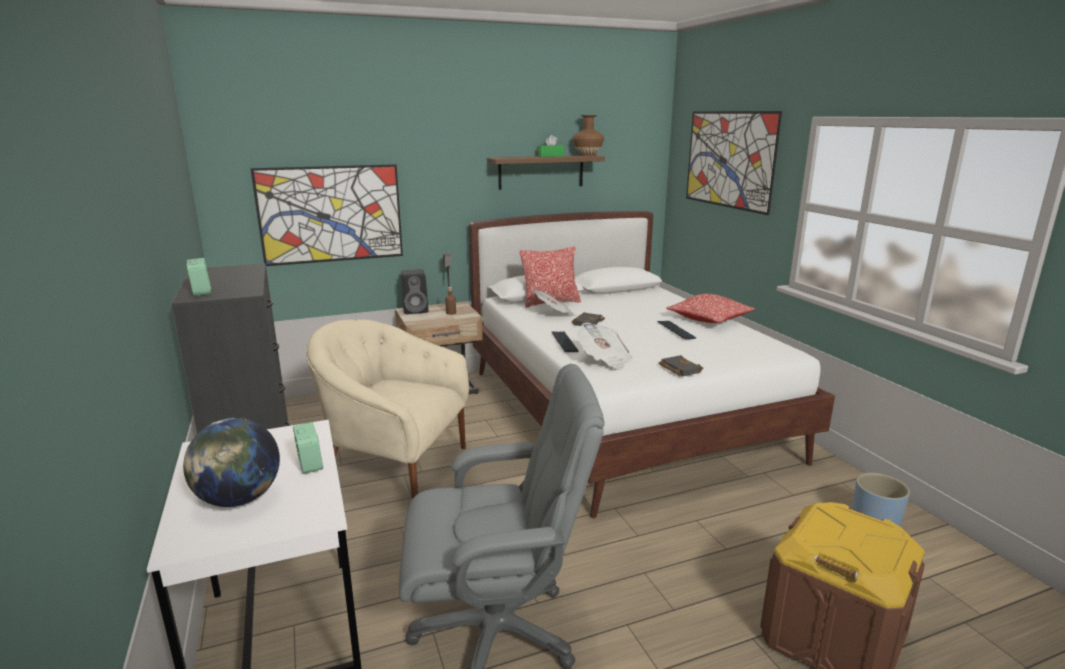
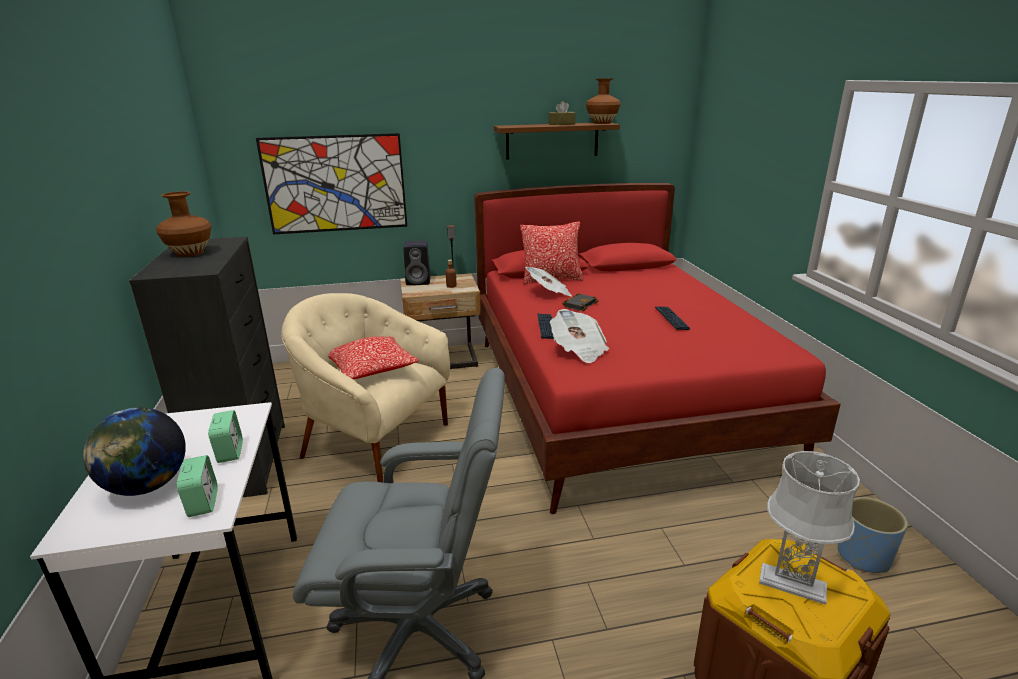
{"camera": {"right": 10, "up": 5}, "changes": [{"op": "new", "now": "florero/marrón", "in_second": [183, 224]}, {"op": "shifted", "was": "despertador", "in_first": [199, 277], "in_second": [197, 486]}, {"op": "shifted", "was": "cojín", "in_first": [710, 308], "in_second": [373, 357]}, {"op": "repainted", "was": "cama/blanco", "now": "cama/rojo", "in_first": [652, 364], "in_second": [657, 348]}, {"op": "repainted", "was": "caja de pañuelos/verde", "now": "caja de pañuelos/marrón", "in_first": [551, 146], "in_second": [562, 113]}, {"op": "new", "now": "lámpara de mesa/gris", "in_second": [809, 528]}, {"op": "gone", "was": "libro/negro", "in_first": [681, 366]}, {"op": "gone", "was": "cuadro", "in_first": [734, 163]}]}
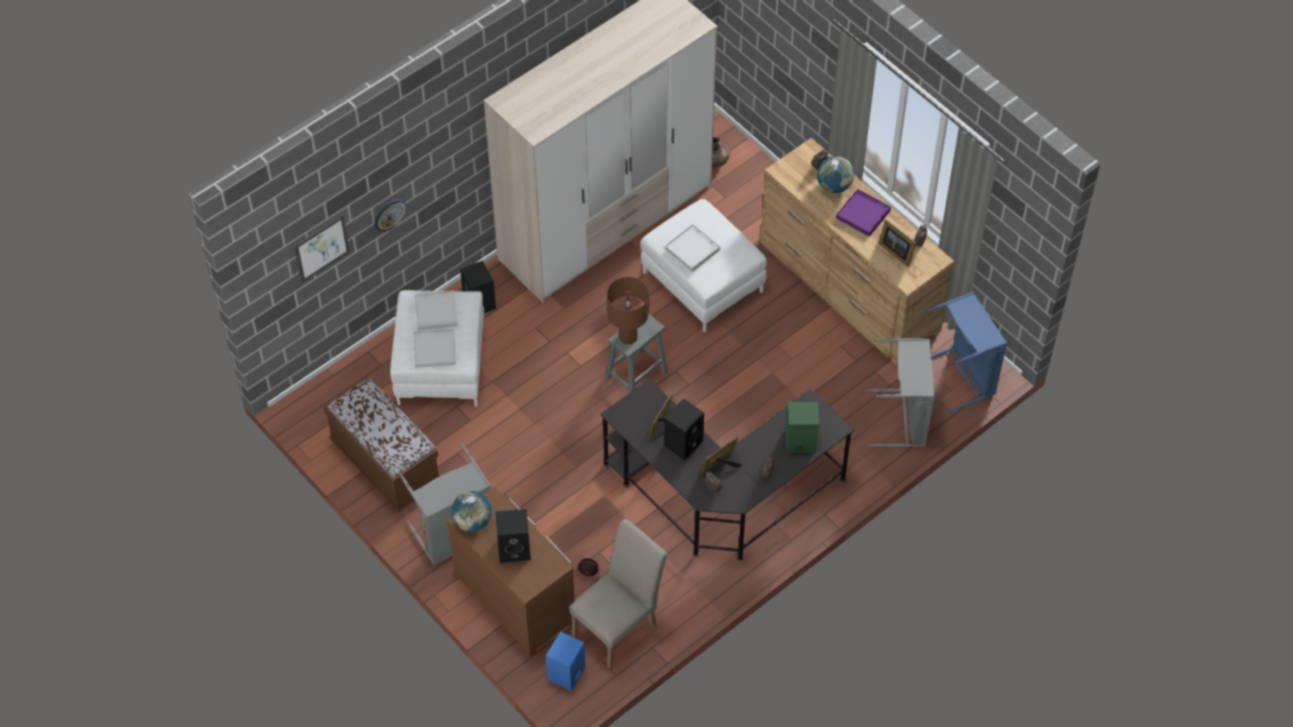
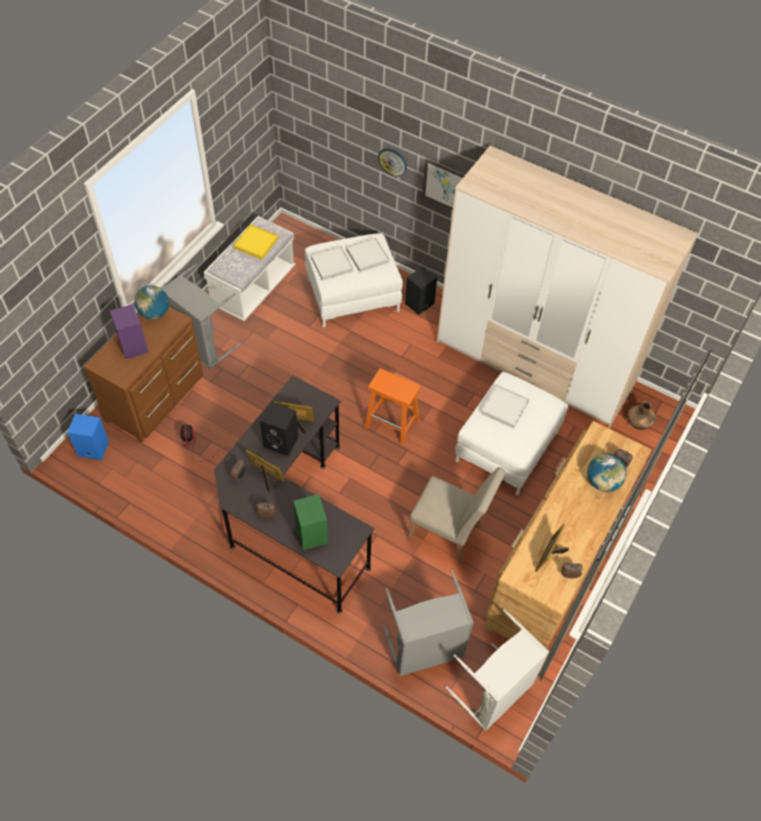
{"camera": {"right": 70, "up": 0}, "changes": [{"op": "repainted", "was": "altavoz/negro", "now": "altavoz/morado", "in_first": [513, 536], "in_second": [129, 331]}, {"op": "repainted", "was": "banco/marrón", "now": "banco/blanco", "in_first": [381, 444], "in_second": [250, 268]}, {"op": "new", "now": "bandeja/amarillo", "in_second": [255, 242]}, {"op": "repainted", "was": "taburete/gris", "now": "taburete/naranja", "in_first": [636, 353], "in_second": [393, 406]}, {"op": "shifted", "was": "silla/beis", "in_first": [618, 594], "in_second": [457, 515]}, {"op": "shifted", "was": "cuadro", "in_first": [322, 249], "in_second": [443, 184]}, {"op": "repainted", "was": "cesto de la ropa/azul", "now": "cesto de la ropa/gris", "in_first": [965, 352], "in_second": [497, 670]}, {"op": "gone", "was": "lámpara de mesa/marrón", "in_first": [628, 311]}, {"op": "gone", "was": "bandeja/morado", "in_first": [863, 213]}]}
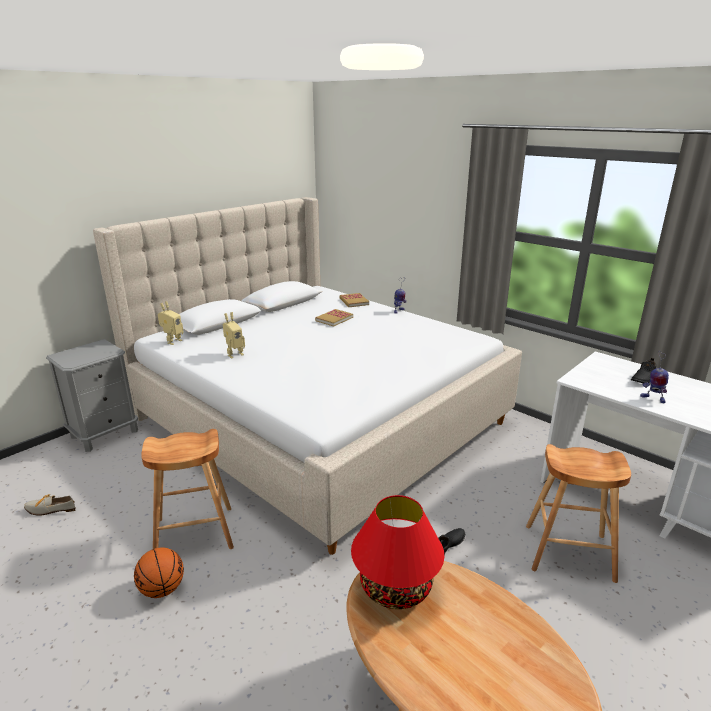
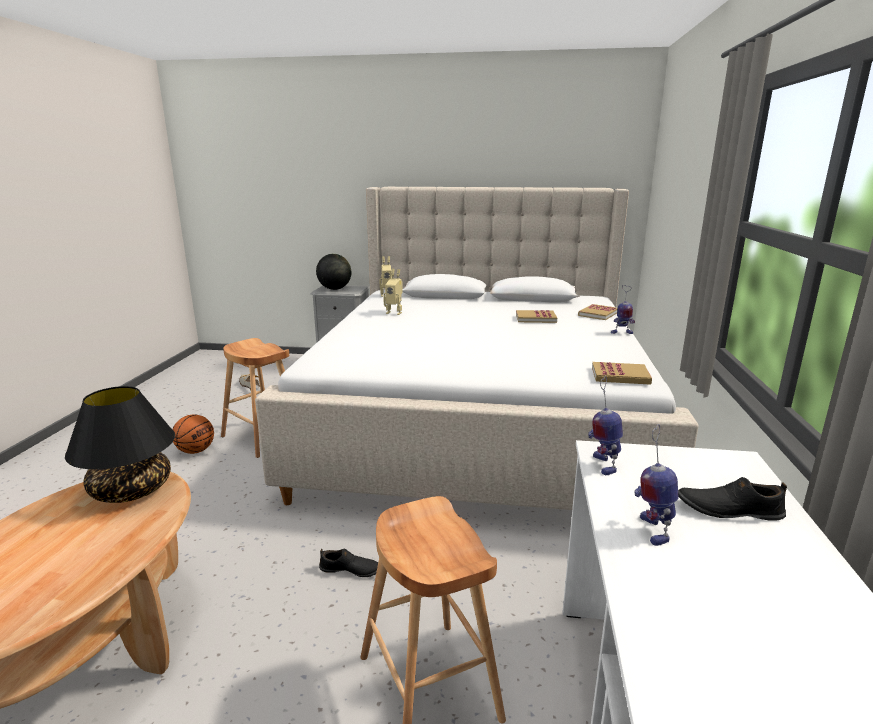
{"camera": {"right": 55, "up": -5}, "changes": [{"op": "repainted", "was": "lámpara de mesa/rojo", "now": "lámpara de mesa/negro", "in_first": [397, 552], "in_second": [120, 444]}, {"op": "new", "now": "globo terráqueo", "in_second": [333, 272]}, {"op": "new", "now": "robot de juguete", "in_second": [605, 425]}, {"op": "new", "now": "libro", "in_second": [622, 373]}]}
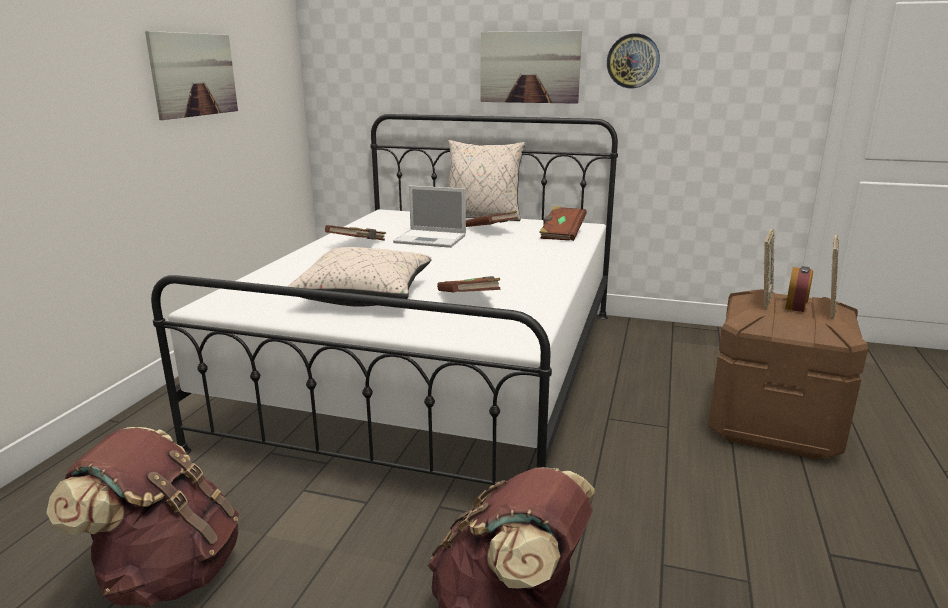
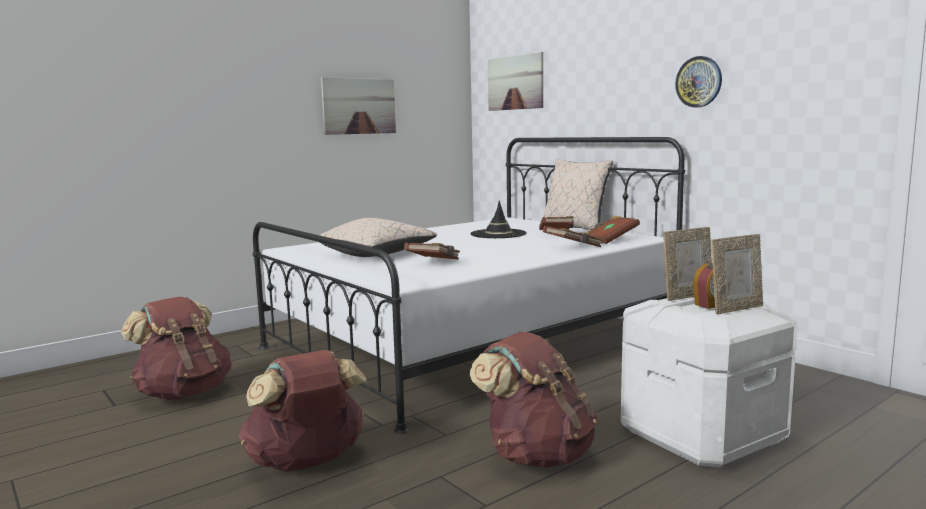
{"camera": {"right": 35, "up": -10}, "changes": [{"op": "new", "now": "mochila/marrón", "in_second": [533, 400]}, {"op": "swapped", "was": "portátil", "now": "sombrero/negro", "in_first": [429, 217], "in_second": [498, 219]}, {"op": "shifted", "was": "cuadro", "in_first": [531, 67], "in_second": [515, 81]}, {"op": "shifted", "was": "libro/marrón", "in_first": [355, 233], "in_second": [573, 236]}, {"op": "repainted", "was": "caja de almacenaje/marrón", "now": "caja de almacenaje/blanco", "in_first": [788, 374], "in_second": [709, 382]}]}
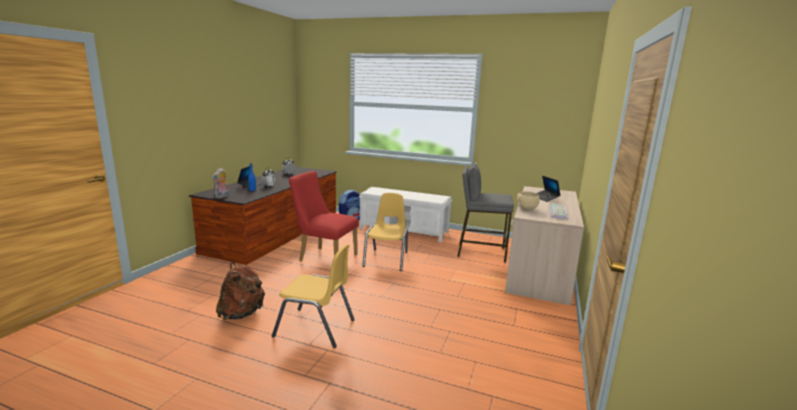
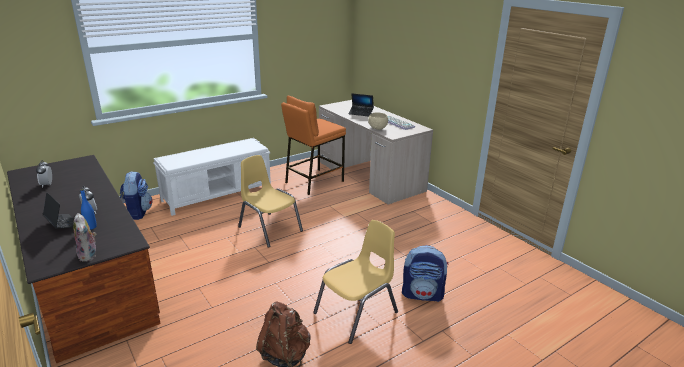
{"camera": {"right": -55, "up": 10}, "changes": [{"op": "repainted", "was": "taburete/gris", "now": "taburete/naranja", "in_first": [485, 212], "in_second": [313, 145]}, {"op": "new", "now": "mochila", "in_second": [425, 273]}, {"op": "gone", "was": "silla/rojo", "in_first": [324, 216]}]}
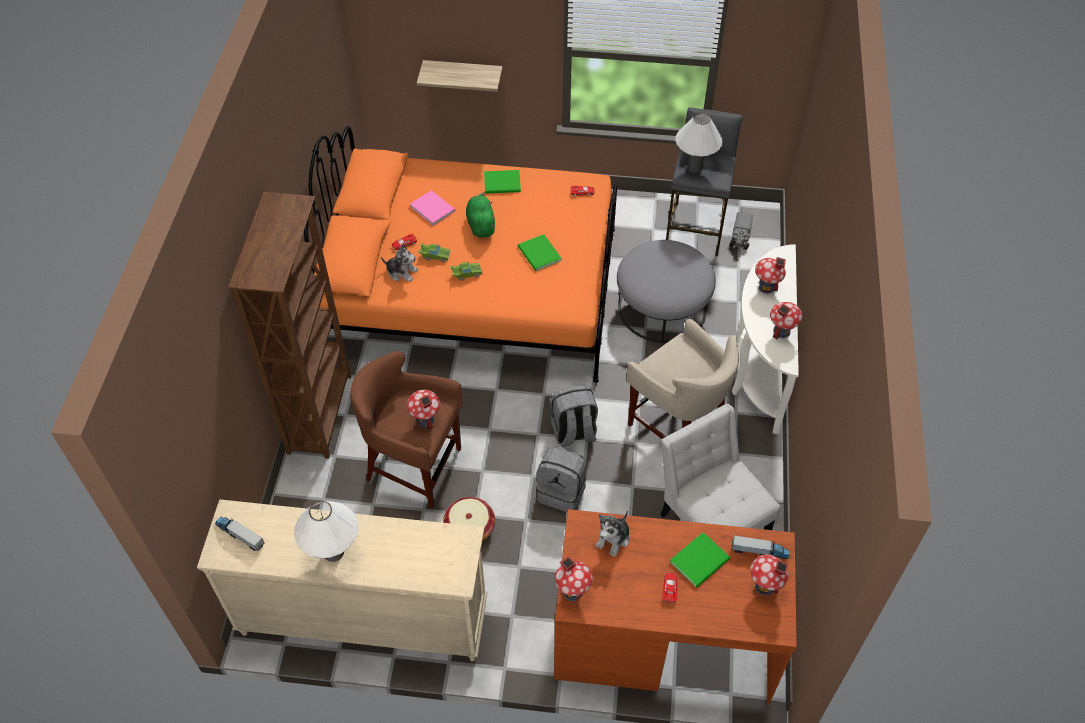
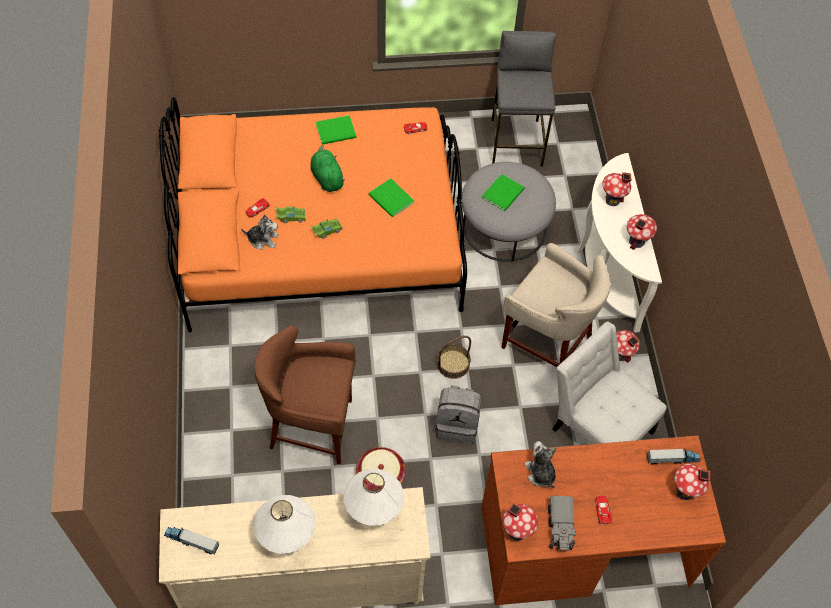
{"camera": {"right": -15, "up": 5}, "changes": [{"op": "shifted", "was": "lámpara de mesa/blanco", "in_first": [699, 143], "in_second": [374, 497]}, {"op": "swapped", "was": "mochila/gris", "now": "cesta", "in_first": [574, 416], "in_second": [454, 357]}, {"op": "shifted", "was": "libro/verde", "in_first": [700, 559], "in_second": [503, 192]}, {"op": "rotated", "was": "peluche", "in_first": [613, 533], "in_second": [540, 464], "clockwise": 135}, {"op": "shifted", "was": "camión de juguete", "in_first": [741, 231], "in_second": [561, 523]}, {"op": "shifted", "was": "casita", "in_first": [423, 409], "in_second": [628, 346]}, {"op": "gone", "was": "estantería/marrón", "in_first": [289, 325]}, {"op": "gone", "was": "libro/rosa", "in_first": [433, 208]}, {"op": "gone", "was": "estante", "in_first": [460, 76]}]}
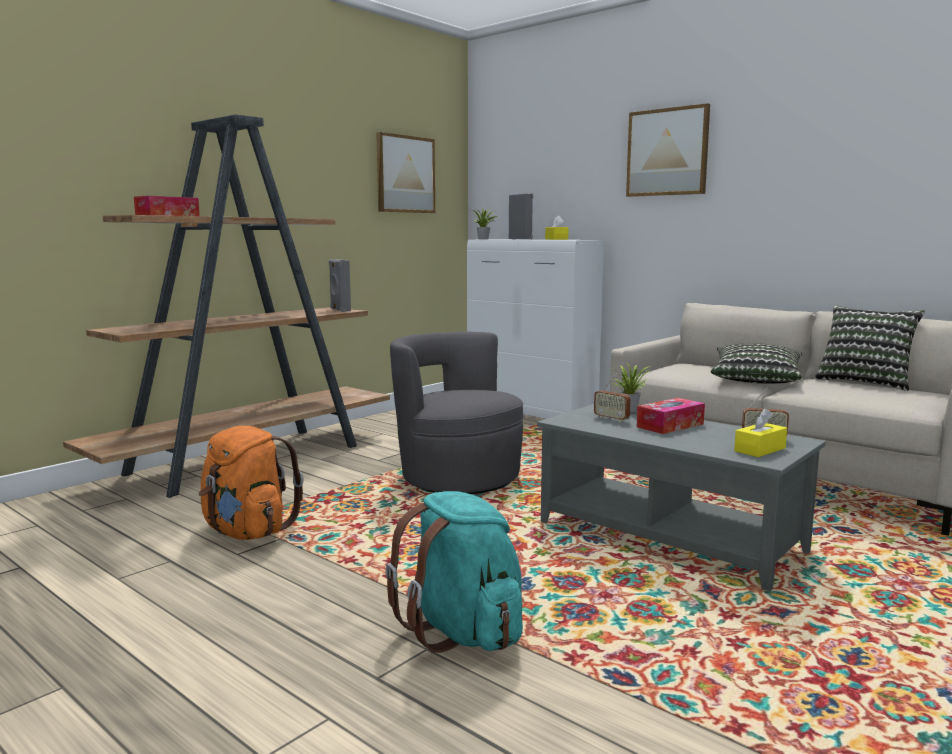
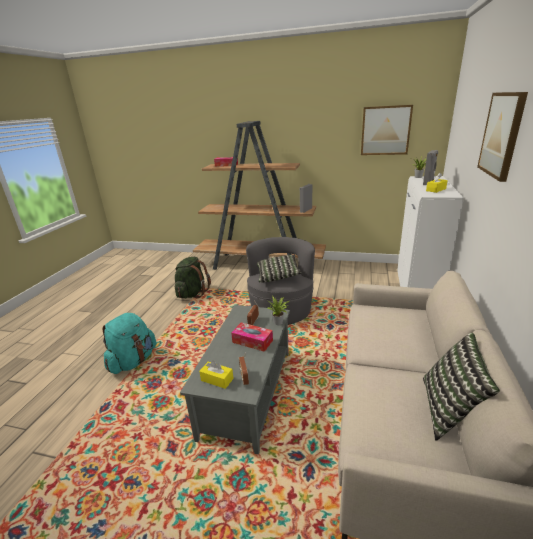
{"camera": {"right": 65, "up": 15}, "changes": [{"op": "repainted", "was": "mochila/naranja", "now": "mochila/verde", "in_first": [251, 483], "in_second": [193, 278]}, {"op": "shifted", "was": "cojín", "in_first": [756, 363], "in_second": [279, 269]}]}
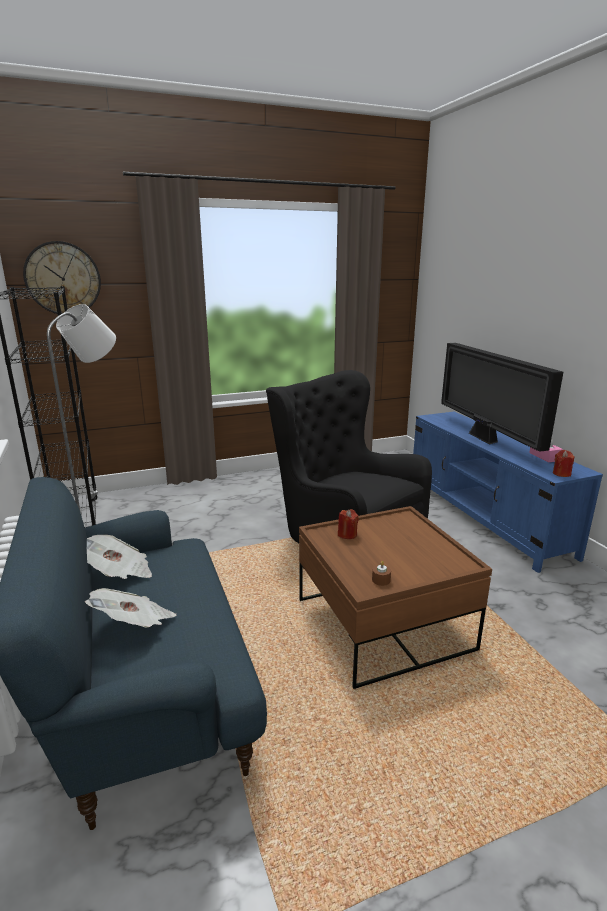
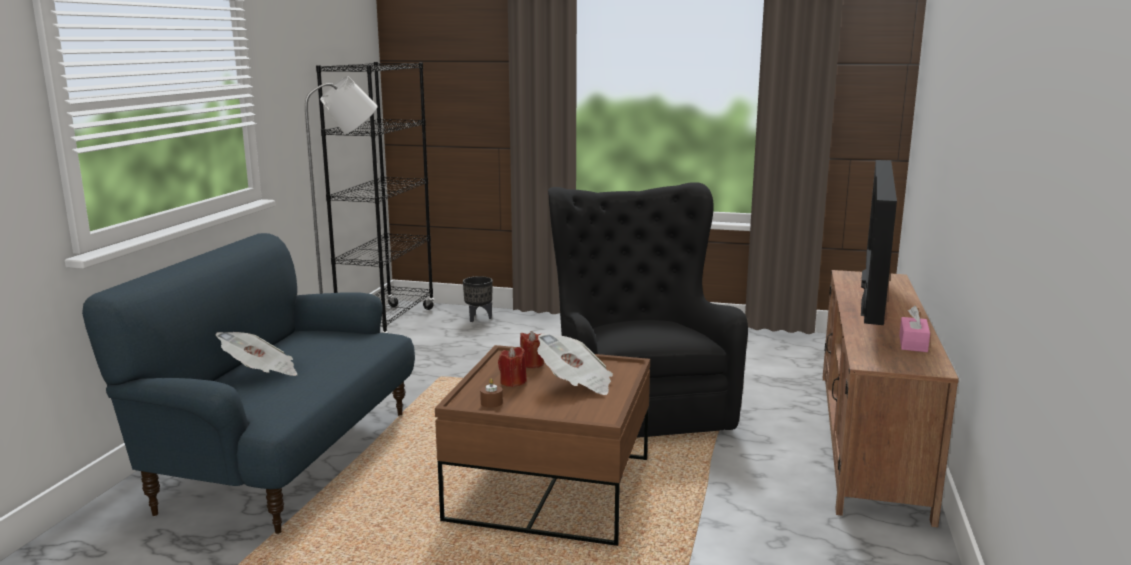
{"camera": {"right": 35, "up": -5}, "changes": [{"op": "new", "now": "maceta/negro", "in_second": [478, 299]}, {"op": "shifted", "was": "vela/rojo", "in_first": [563, 463], "in_second": [512, 367]}, {"op": "shifted", "was": "periódico", "in_first": [119, 557], "in_second": [575, 364]}, {"op": "repainted", "was": "mueble de televisión/azul", "now": "mueble de televisión/marrón", "in_first": [508, 492], "in_second": [891, 398]}, {"op": "gone", "was": "reloj de pared", "in_first": [62, 277]}]}
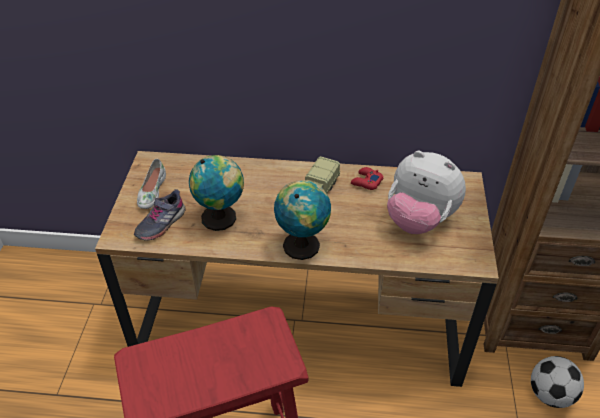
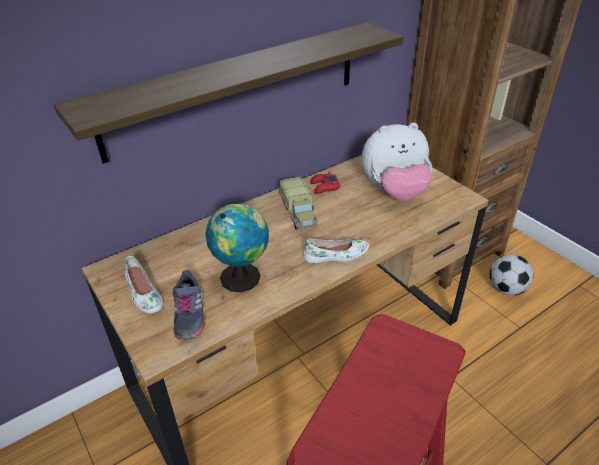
{"camera": {"right": -40, "up": -5}, "changes": [{"op": "new", "now": "estante", "in_second": [229, 93]}, {"op": "swapped", "was": "globo terráqueo", "now": "zapato/blanco", "in_first": [302, 220], "in_second": [336, 250]}]}
